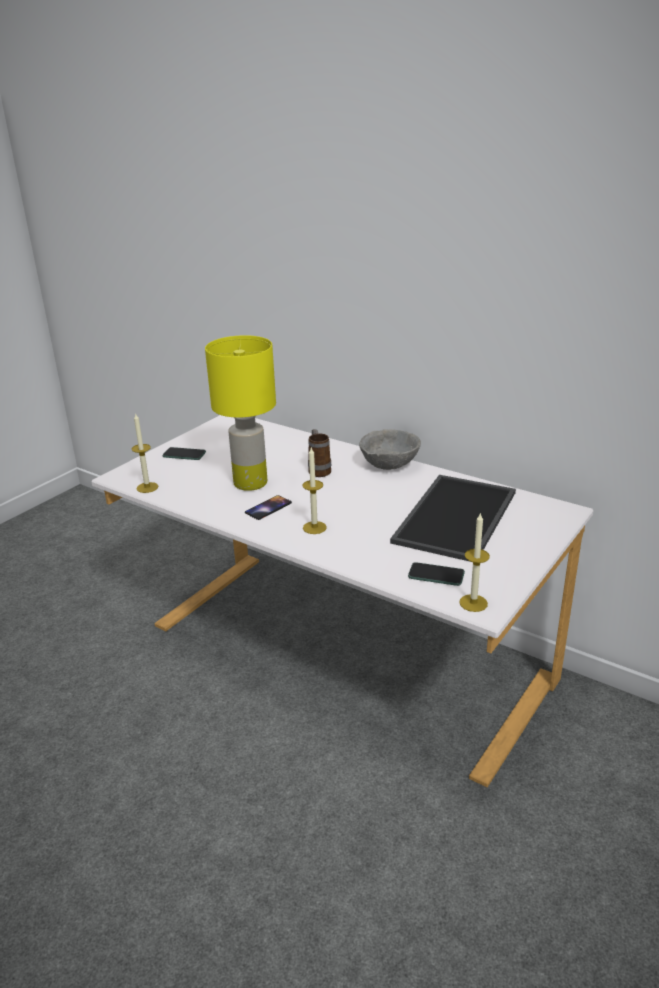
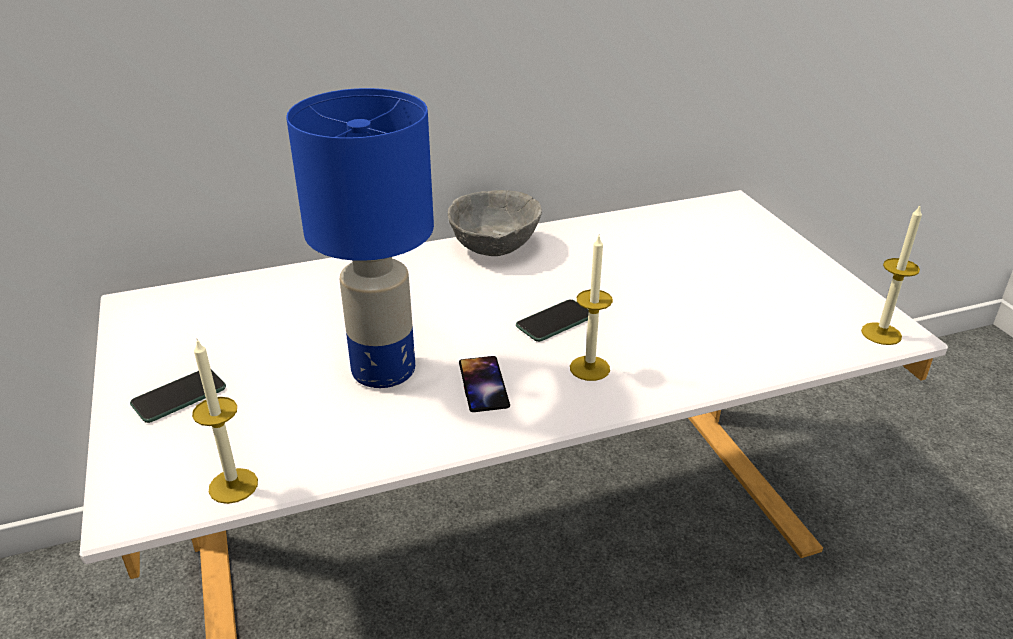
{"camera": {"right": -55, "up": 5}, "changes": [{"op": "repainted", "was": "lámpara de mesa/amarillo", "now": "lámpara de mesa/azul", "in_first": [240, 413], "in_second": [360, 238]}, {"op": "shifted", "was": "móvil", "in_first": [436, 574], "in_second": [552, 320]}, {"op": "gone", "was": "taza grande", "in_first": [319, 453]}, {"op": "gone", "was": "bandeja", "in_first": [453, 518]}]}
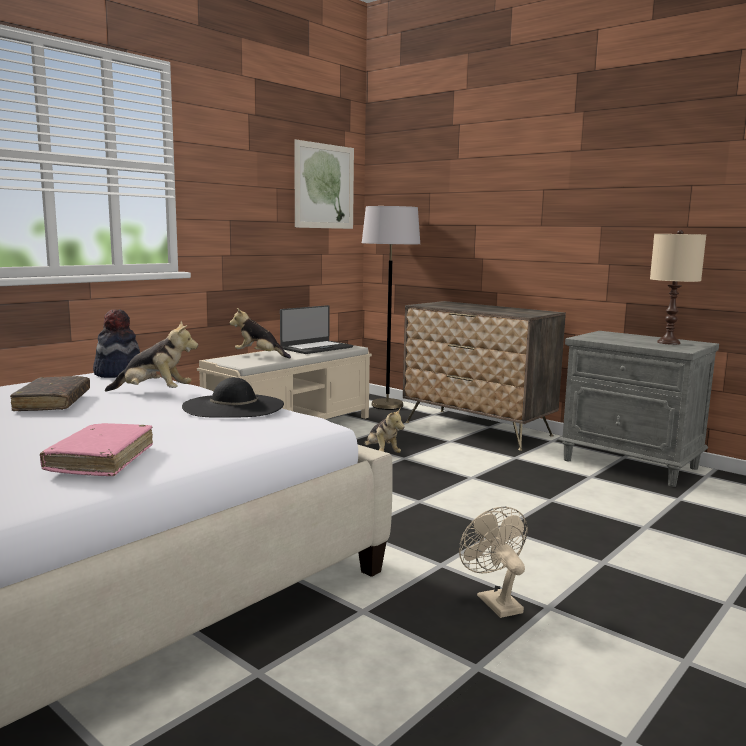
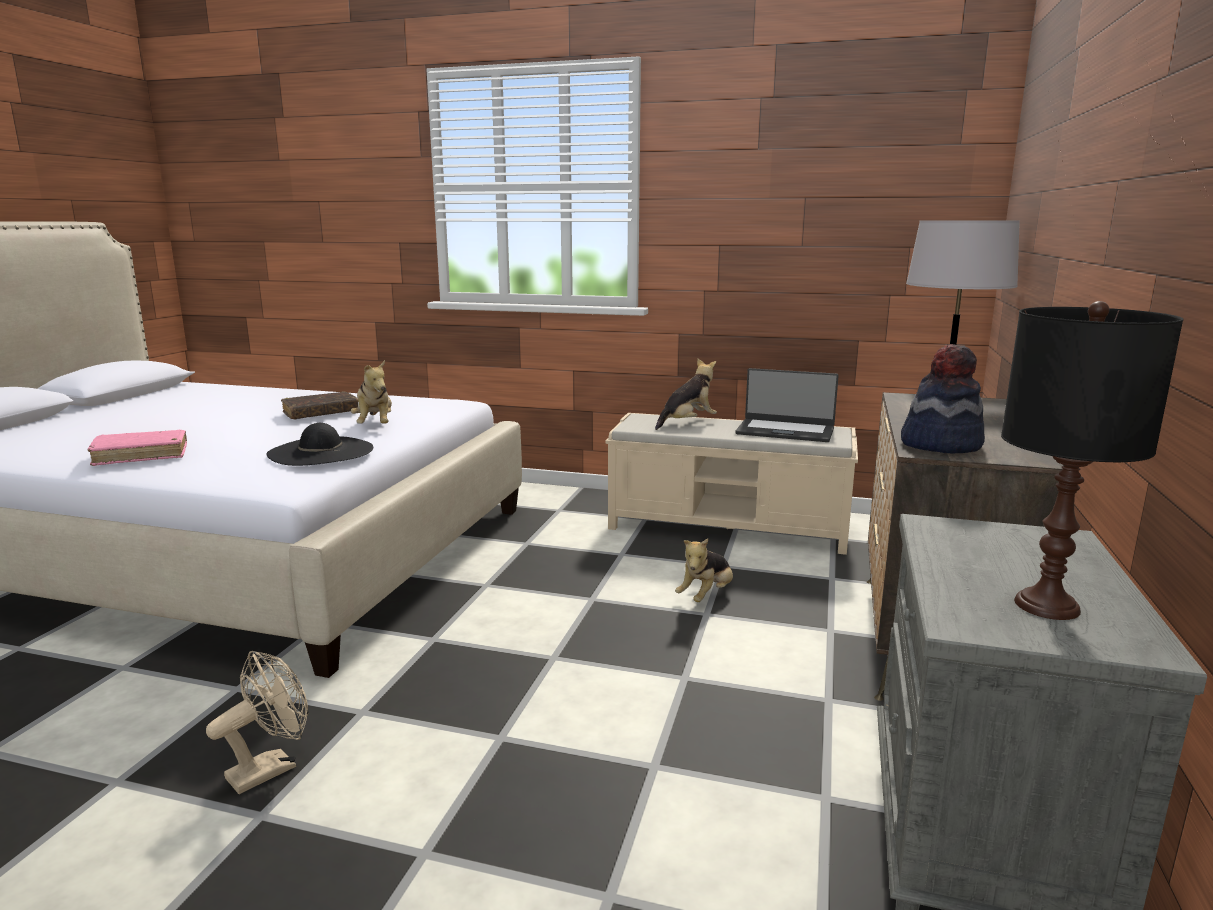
{"camera": {"right": 65, "up": 5}, "changes": [{"op": "rotated", "was": "peluche", "in_first": [260, 333], "in_second": [686, 394], "clockwise": 60}, {"op": "shifted", "was": "sombrero", "in_first": [116, 343], "in_second": [943, 398]}, {"op": "repainted", "was": "lámpara de mesa/beis", "now": "lámpara de mesa/negro", "in_first": [678, 287], "in_second": [1092, 460]}, {"op": "gone", "was": "cuadro", "in_first": [324, 184]}]}
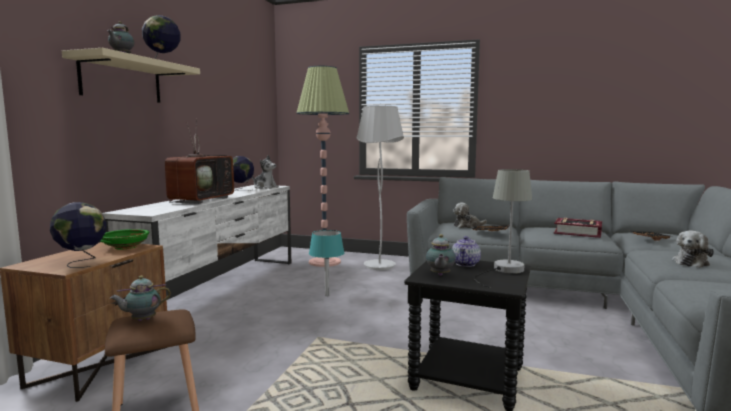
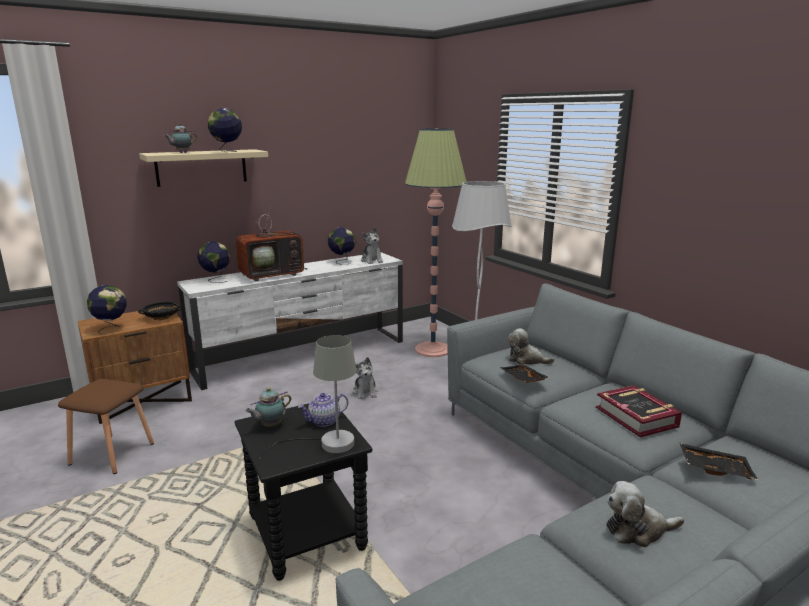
{"camera": {"right": 40, "up": 10}, "changes": [{"op": "repainted", "was": "cuenco/verde", "now": "cuenco/negro", "in_first": [125, 239], "in_second": [160, 311]}, {"op": "new", "now": "globo terráqueo", "in_second": [213, 262]}, {"op": "swapped", "was": "lámpara de mesa/turquesa", "now": "peluche", "in_first": [326, 263], "in_second": [365, 378]}, {"op": "gone", "was": "tetera", "in_first": [140, 298]}]}
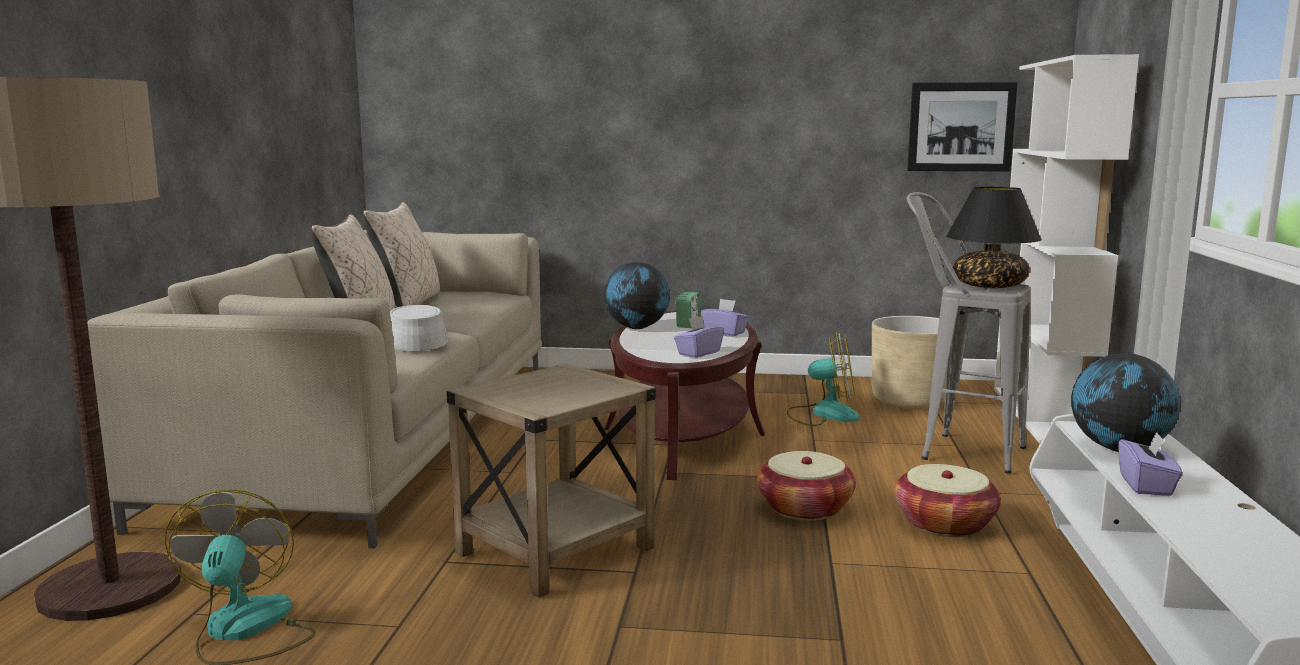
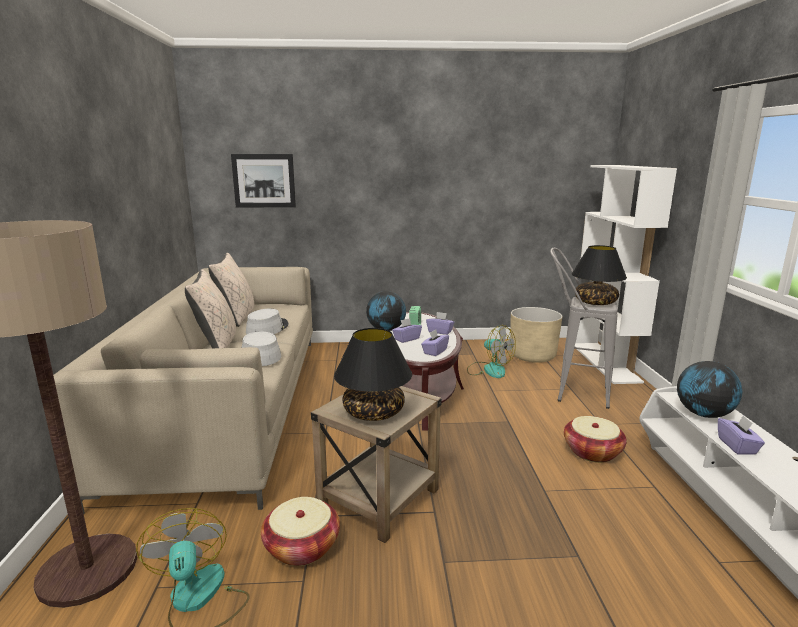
{"camera": {"right": -10, "up": 5}, "changes": [{"op": "shifted", "was": "cuadro", "in_first": [962, 127], "in_second": [263, 181]}, {"op": "new", "now": "sombrero/gris", "in_second": [267, 322]}, {"op": "shifted", "was": "cesta", "in_first": [806, 486], "in_second": [300, 531]}, {"op": "new", "now": "lámpara de mesa/negro", "in_second": [373, 374]}, {"op": "new", "now": "caja de pañuelos/morado", "in_second": [407, 330]}, {"op": "rotated", "was": "ventilador", "in_first": [823, 378], "in_second": [491, 351], "clockwise": 45}]}
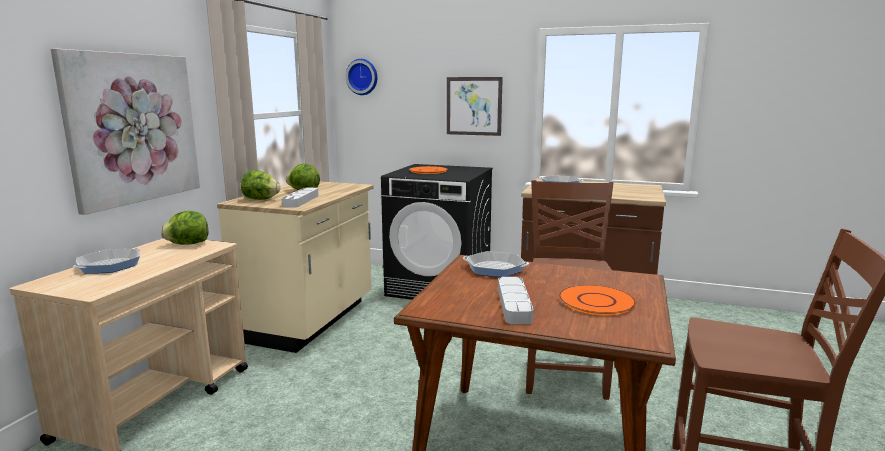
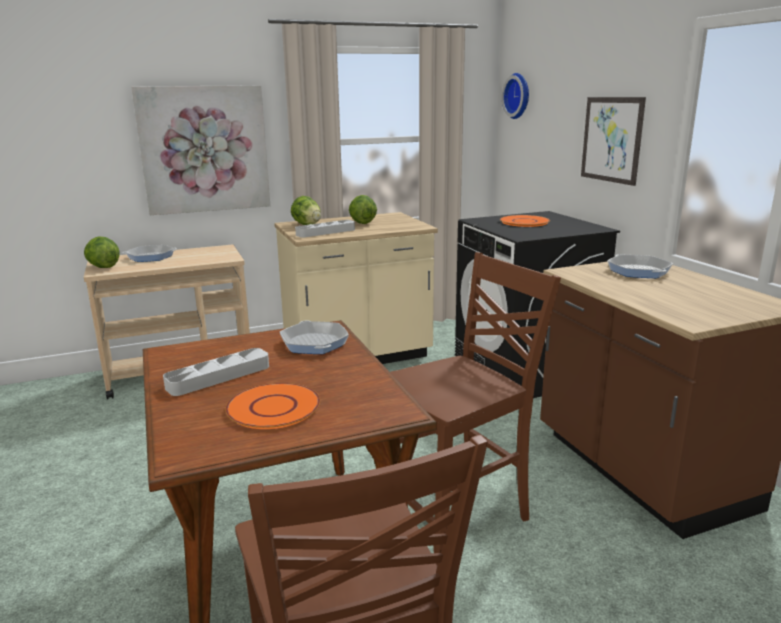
{"camera": {"right": 50, "up": 5}, "changes": [{"op": "shifted", "was": "lechuga", "in_first": [184, 227], "in_second": [102, 252]}]}
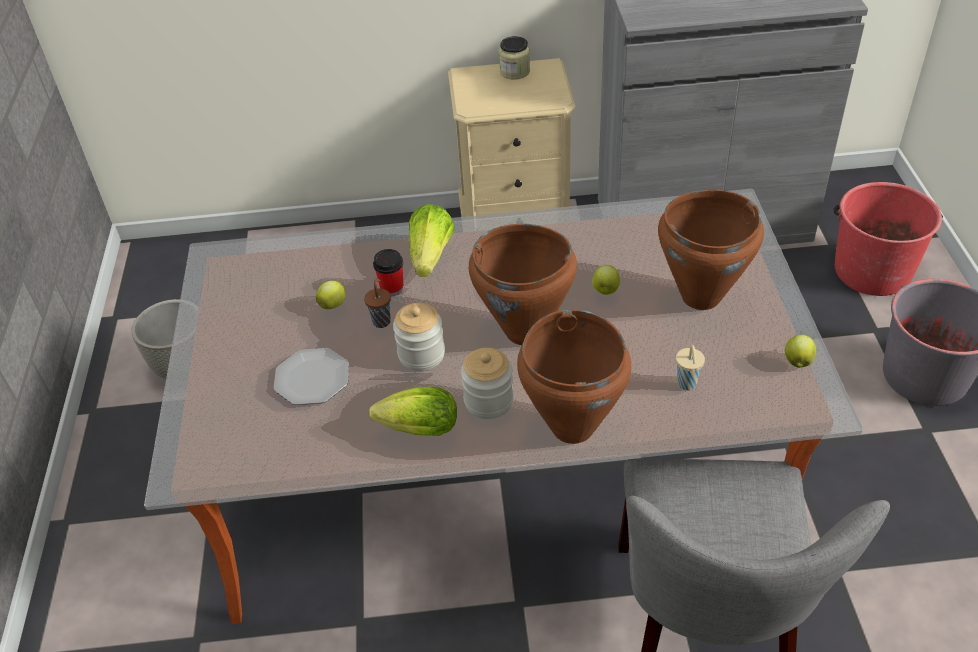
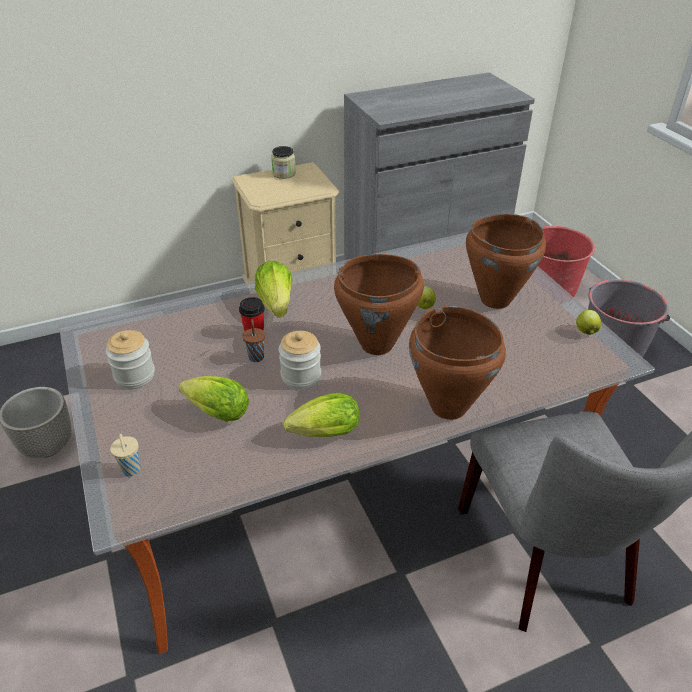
{"camera": {"right": -20, "up": -5}, "changes": [{"op": "shifted", "was": "tarro", "in_first": [487, 383], "in_second": [130, 359]}, {"op": "shifted", "was": "taza/beis", "in_first": [690, 367], "in_second": [125, 455]}, {"op": "swapped", "was": "plato", "now": "lechuga", "in_first": [311, 376], "in_second": [214, 398]}, {"op": "gone", "was": "manzana", "in_first": [330, 295]}]}
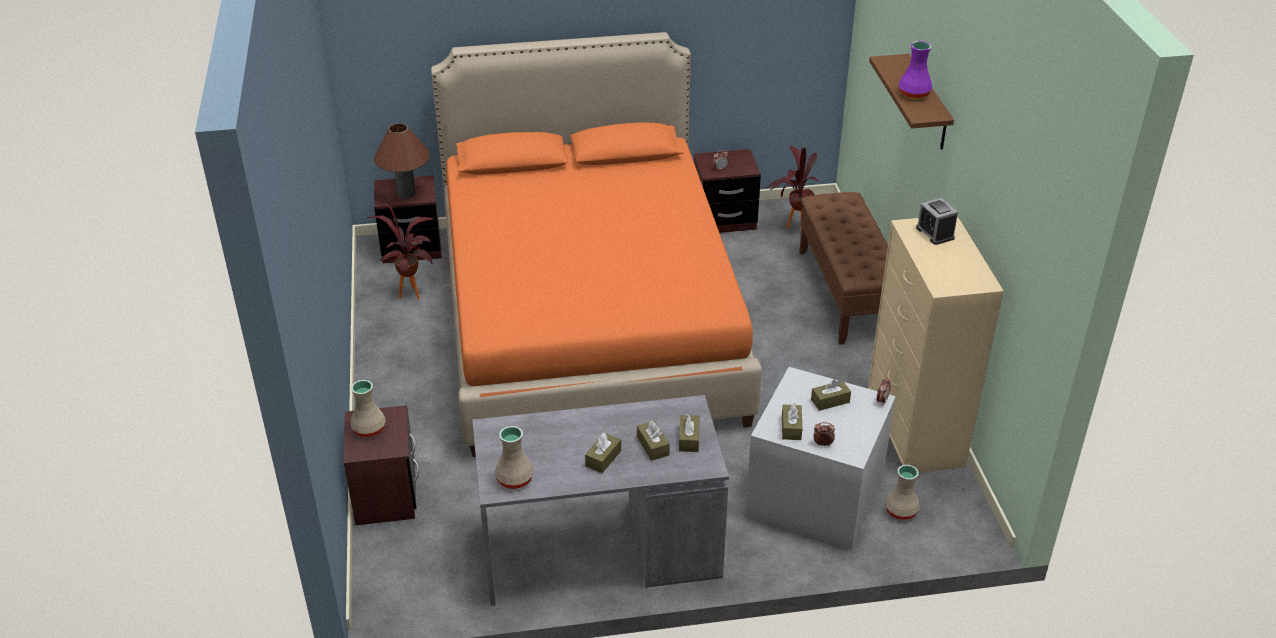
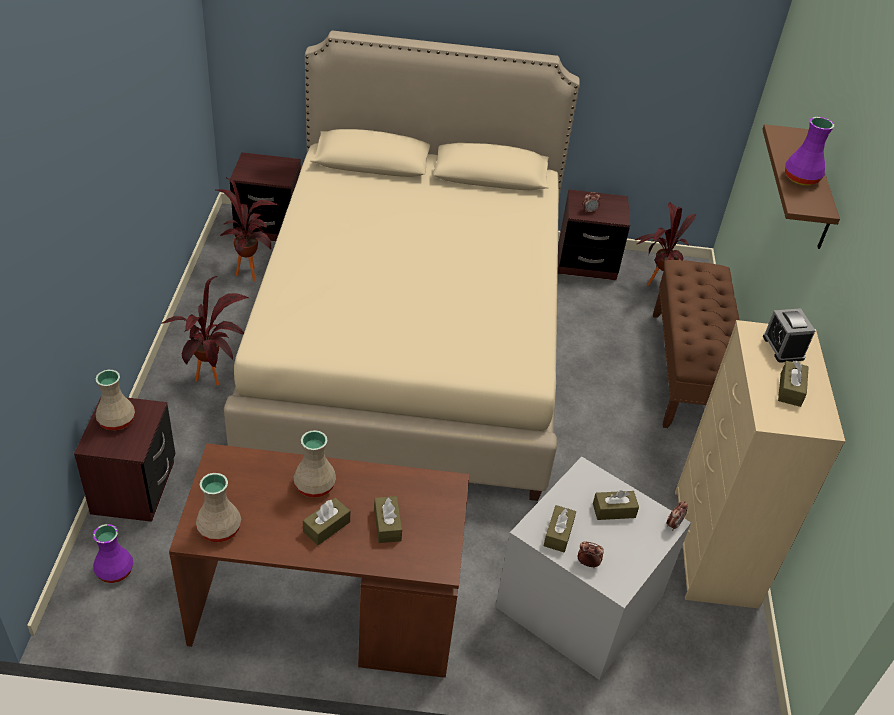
{"camera": {"right": 10, "up": 5}, "changes": [{"op": "new", "now": "florero/morado", "in_second": [113, 553]}, {"op": "new", "now": "planta en maceta", "in_second": [205, 330]}, {"op": "repainted", "was": "escritorio/gris", "now": "escritorio/marrón", "in_first": [600, 500], "in_second": [319, 560]}, {"op": "repainted", "was": "cama/naranja", "now": "cama/beis", "in_first": [596, 244], "in_second": [402, 266]}, {"op": "shifted", "was": "florero/beis", "in_first": [902, 492], "in_second": [314, 464]}, {"op": "shifted", "was": "caja de pañuelos/marrón", "in_first": [689, 433], "in_second": [793, 384]}, {"op": "gone", "was": "lámpara de mesa/marrón", "in_first": [402, 161]}]}
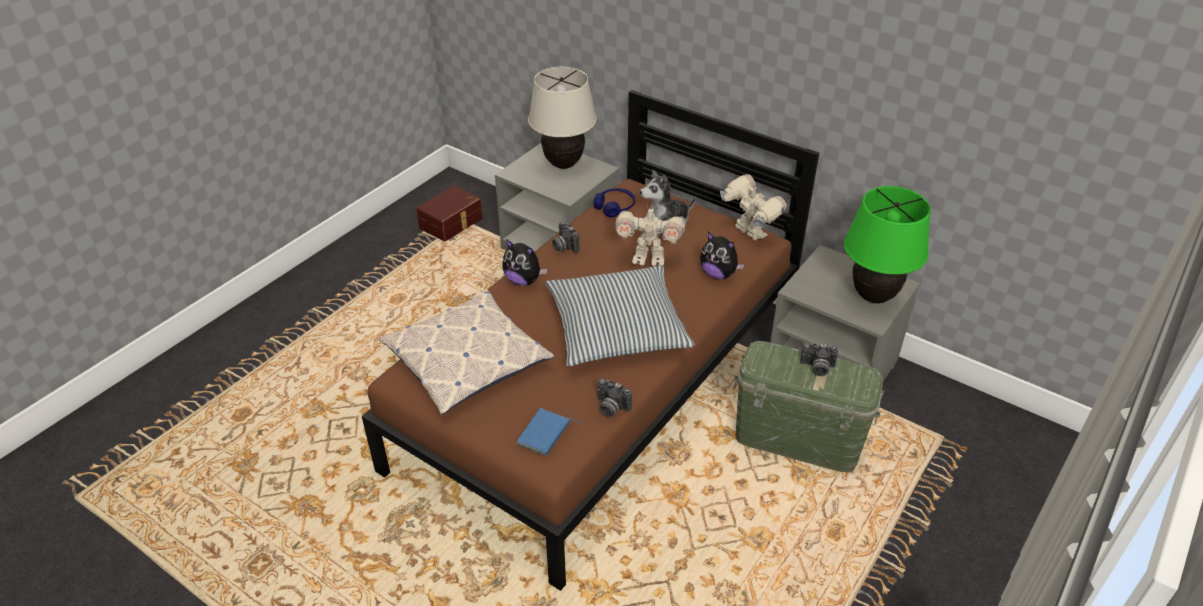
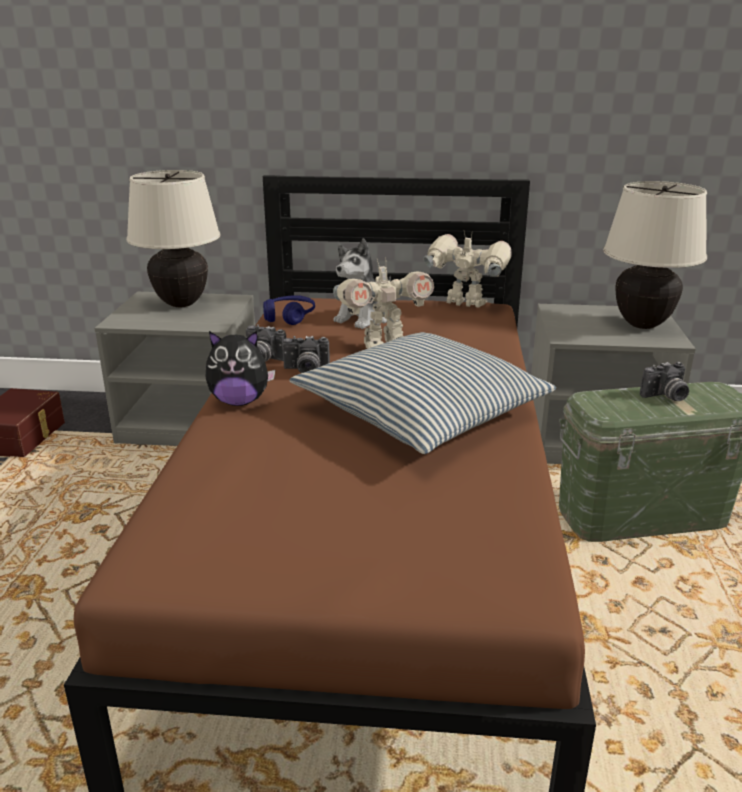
{"camera": {"right": -30, "up": -15}, "changes": [{"op": "shifted", "was": "cámara", "in_first": [614, 398], "in_second": [306, 354]}, {"op": "repainted", "was": "lámpara de mesa/verde", "now": "lámpara de mesa/beis", "in_first": [887, 244], "in_second": [655, 255]}, {"op": "gone", "was": "cojín", "in_first": [466, 352]}, {"op": "gone", "was": "libro/azul", "in_first": [548, 432]}, {"op": "gone", "was": "peluche", "in_first": [722, 255]}]}
